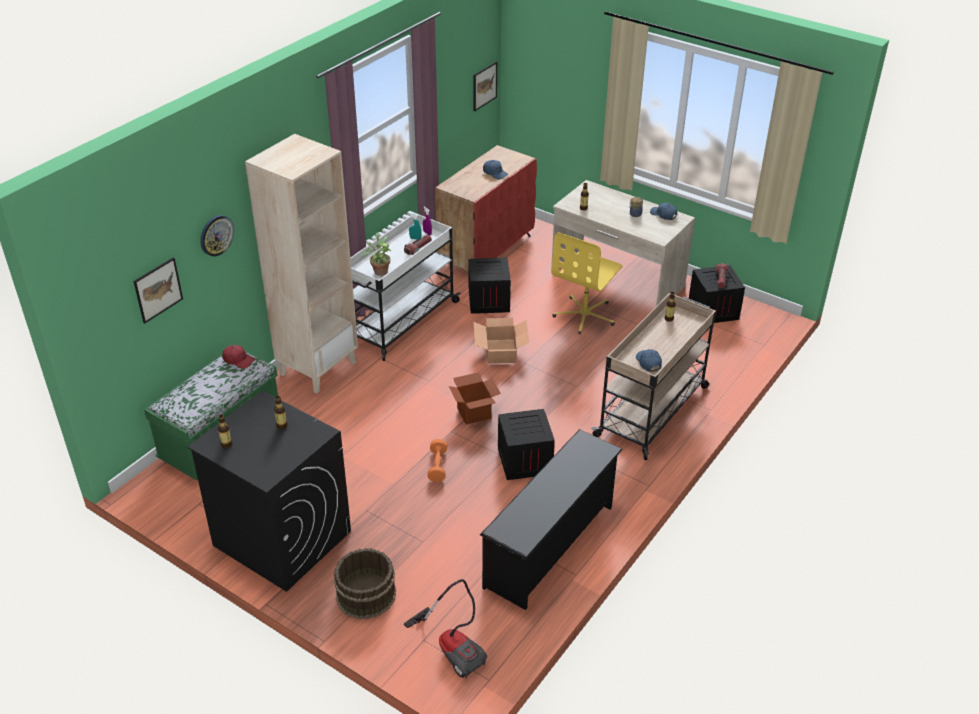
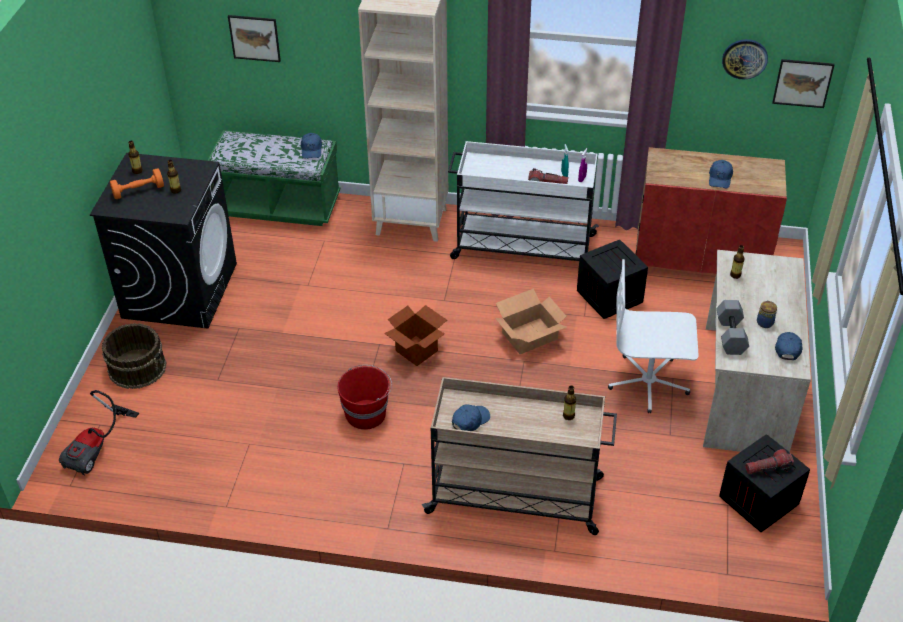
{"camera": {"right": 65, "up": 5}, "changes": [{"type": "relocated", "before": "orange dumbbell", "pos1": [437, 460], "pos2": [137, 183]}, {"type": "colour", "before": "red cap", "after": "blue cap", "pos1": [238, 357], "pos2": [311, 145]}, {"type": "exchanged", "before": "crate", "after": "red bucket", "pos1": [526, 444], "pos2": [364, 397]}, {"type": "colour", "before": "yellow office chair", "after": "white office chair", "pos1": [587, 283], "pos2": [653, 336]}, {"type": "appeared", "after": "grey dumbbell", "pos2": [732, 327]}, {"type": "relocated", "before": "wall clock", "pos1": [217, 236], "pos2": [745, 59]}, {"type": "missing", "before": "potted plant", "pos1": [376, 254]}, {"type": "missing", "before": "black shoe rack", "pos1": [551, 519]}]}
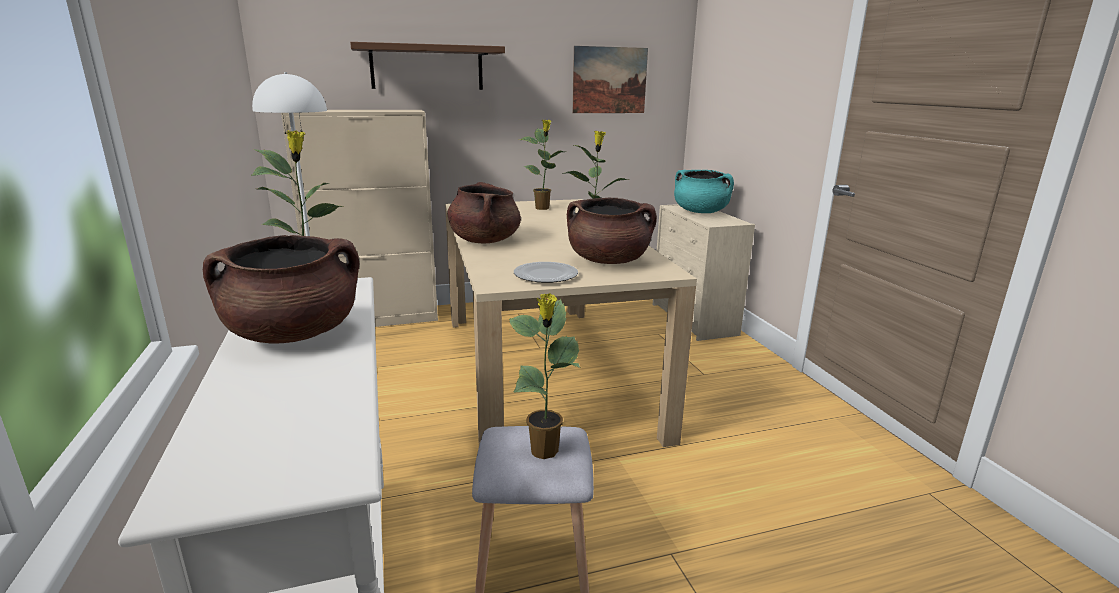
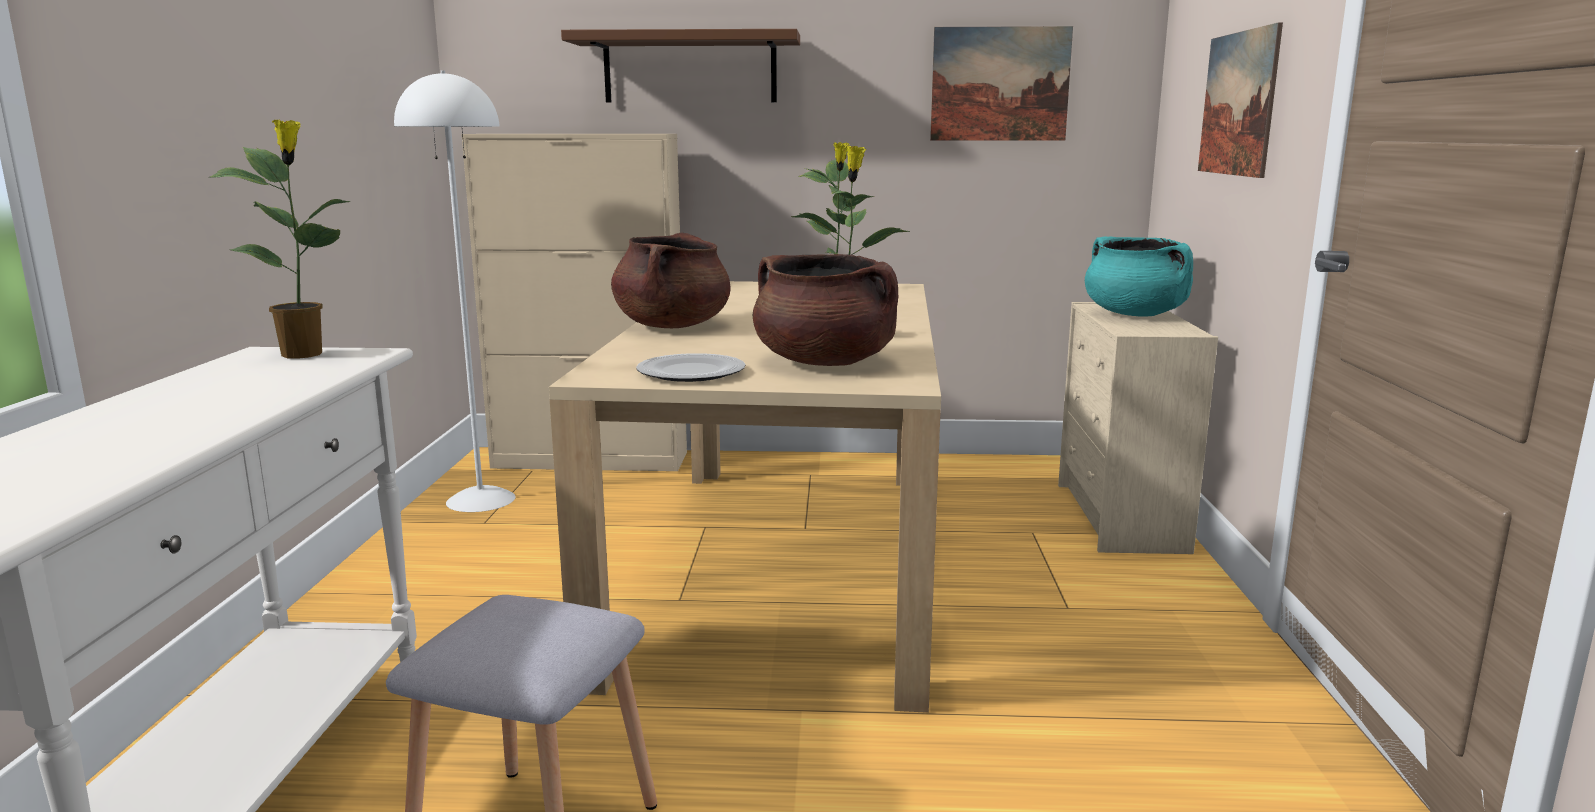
{"camera": {"right": 20, "up": -5}, "changes": [{"type": "appeared", "after": "picture", "pos2": [1240, 100]}, {"type": "missing", "before": "brown cooking pot", "pos1": [281, 289]}, {"type": "missing", "before": "potted plant", "pos1": [545, 376]}]}
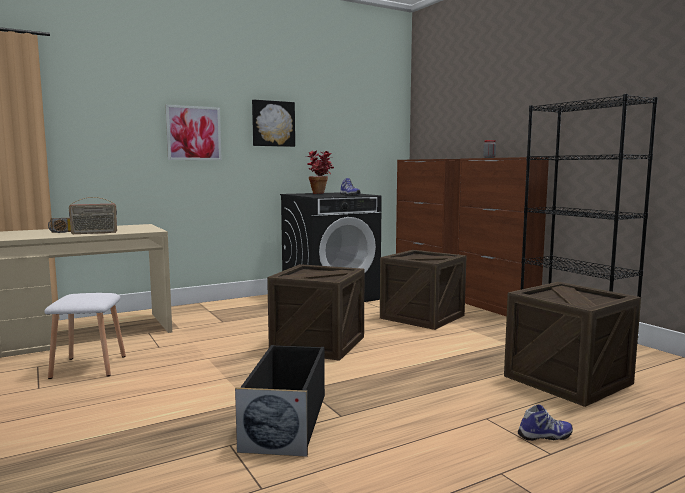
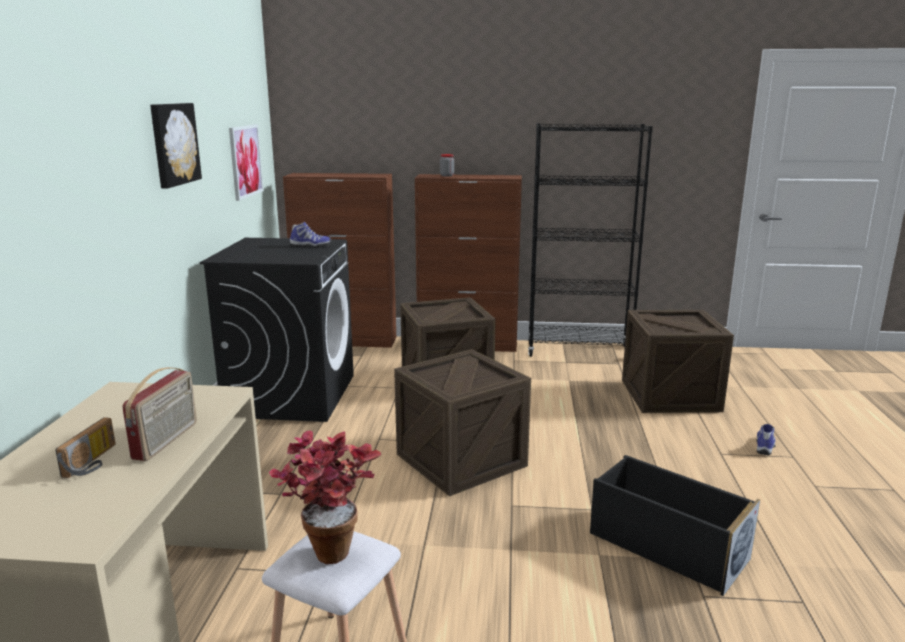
{"camera": {"right": -55, "up": 10}, "changes": [{"type": "relocated", "before": "picture", "pos1": [194, 132], "pos2": [246, 162]}, {"type": "relocated", "before": "potted plant", "pos1": [319, 172], "pos2": [325, 497]}]}
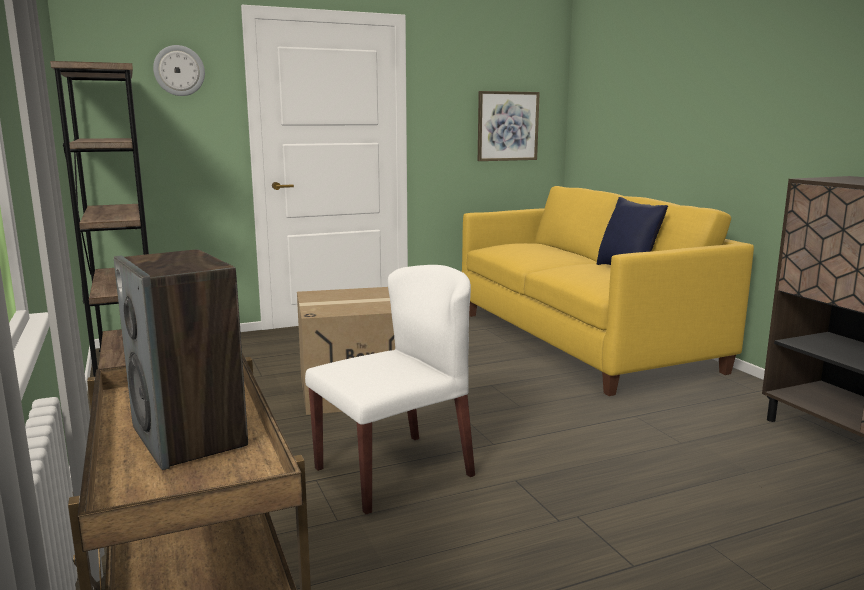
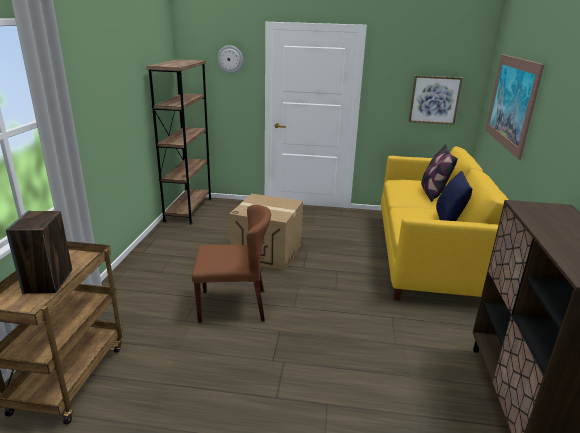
{"camera": {"right": 30, "up": 10}, "changes": [{"type": "colour", "before": "white chair", "after": "brown chair", "pos1": [390, 390], "pos2": [231, 263]}, {"type": "appeared", "after": "pillow", "pos2": [439, 173]}, {"type": "appeared", "after": "picture", "pos2": [514, 107]}]}
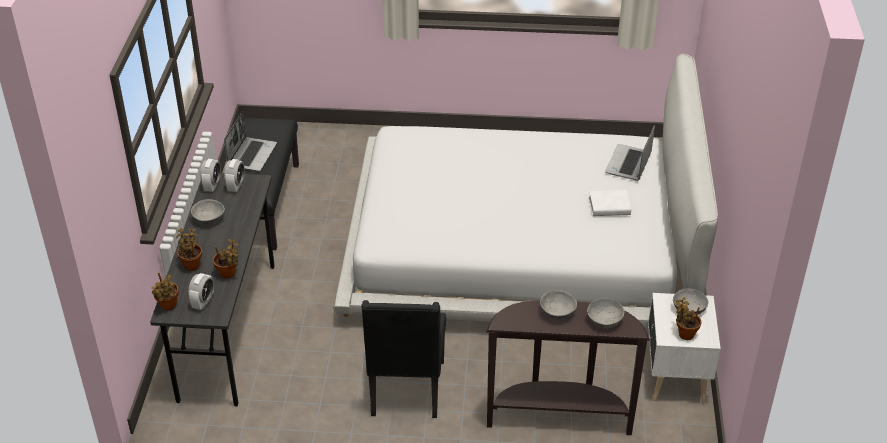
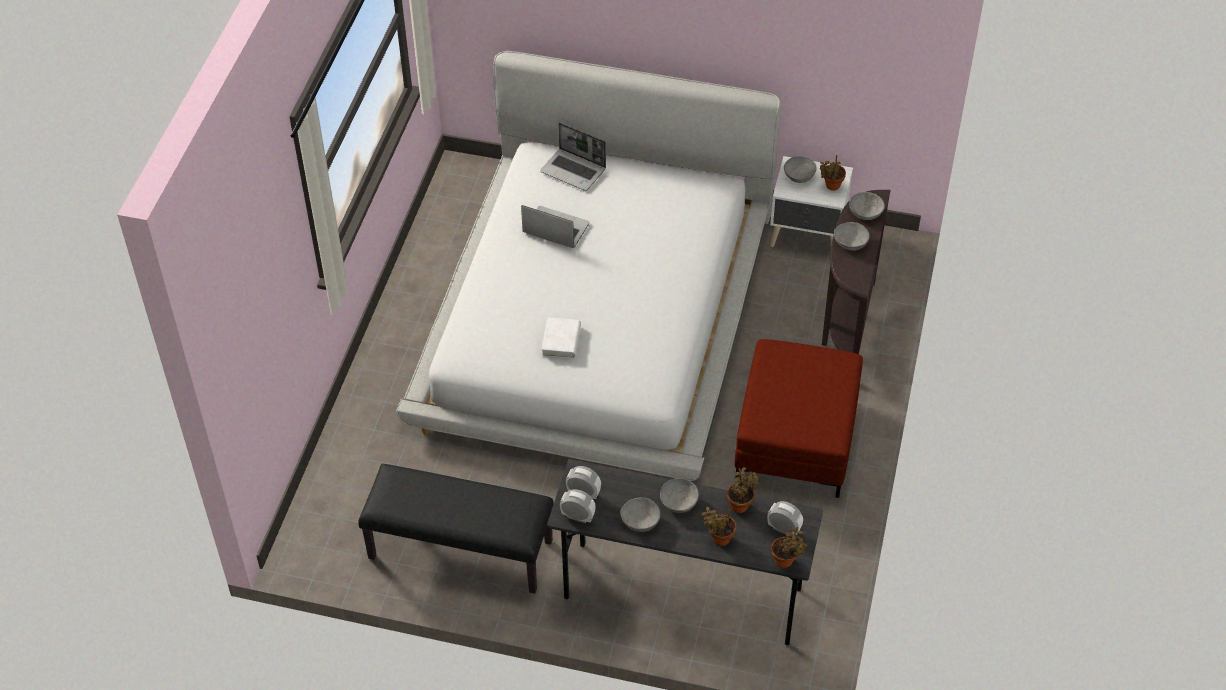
{"camera": {"right": -80, "up": 10}, "changes": [{"type": "relocated", "before": "laptop", "pos1": [250, 141], "pos2": [555, 226]}, {"type": "relocated", "before": "white book", "pos1": [610, 203], "pos2": [561, 338]}, {"type": "appeared", "after": "grey bowl", "pos2": [679, 495]}, {"type": "exchanged", "before": "black chair", "after": "red ottoman", "pos1": [403, 359], "pos2": [799, 418]}]}
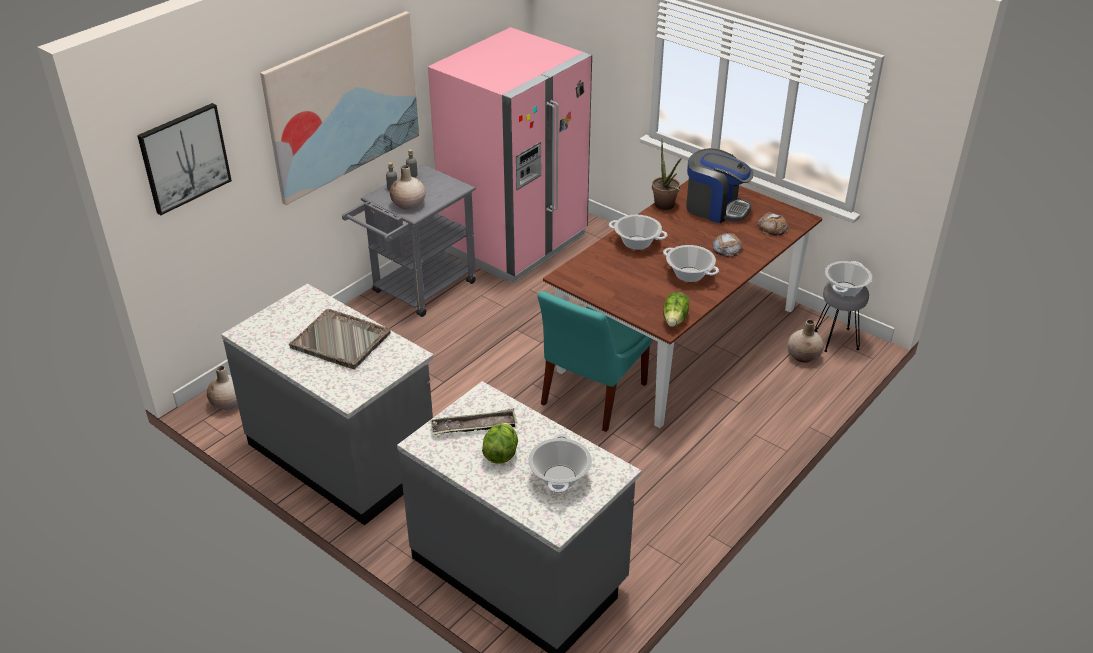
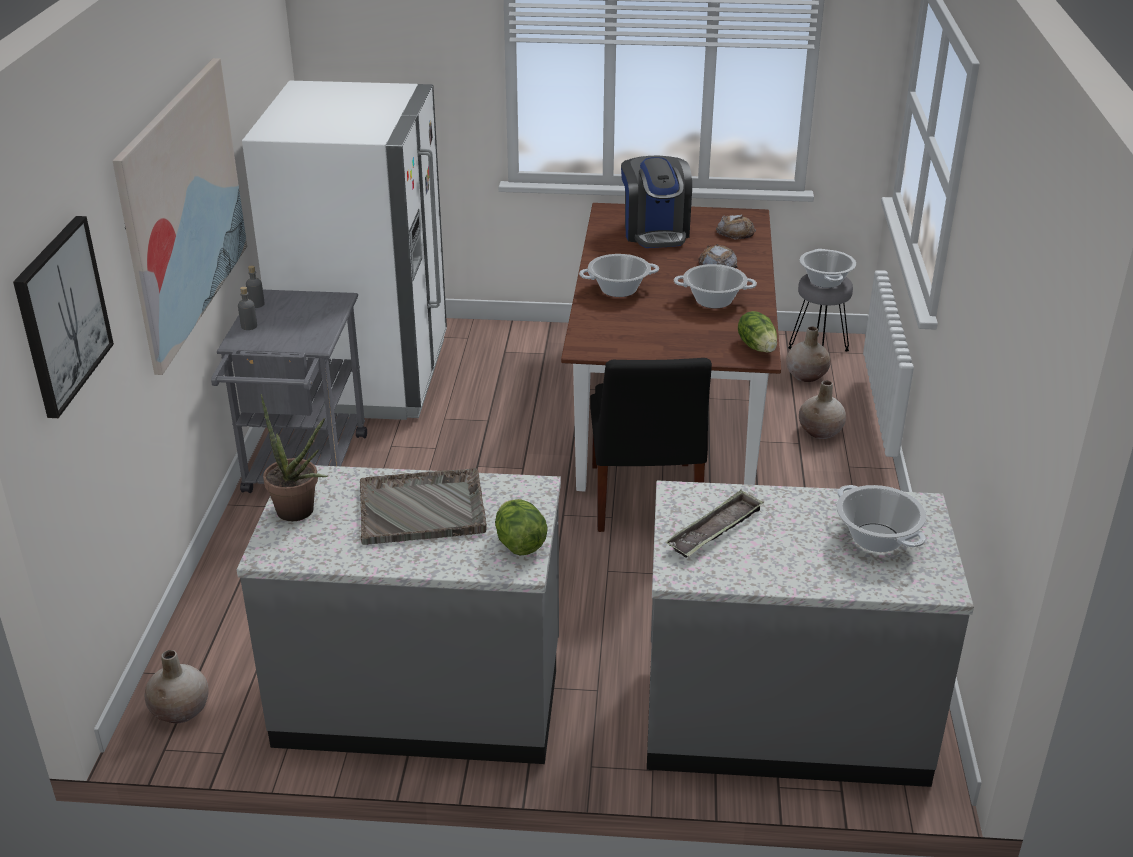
{"camera": {"right": -35, "up": -5}, "changes": [{"type": "colour", "before": "pink fridge", "after": "white fridge", "pos1": [510, 155], "pos2": [344, 250]}, {"type": "relocated", "before": "potted plant", "pos1": [667, 175], "pos2": [294, 457]}, {"type": "relocated", "before": "lettuce", "pos1": [500, 443], "pos2": [521, 527]}, {"type": "colour", "before": "turquoise chair", "after": "black chair", "pos1": [594, 361], "pos2": [651, 445]}, {"type": "spun", "before": "coffee machine", "pos1": [719, 185], "pos2": [656, 202], "turn": 90}, {"type": "relocated", "before": "beige vase", "pos1": [408, 187], "pos2": [822, 409]}]}
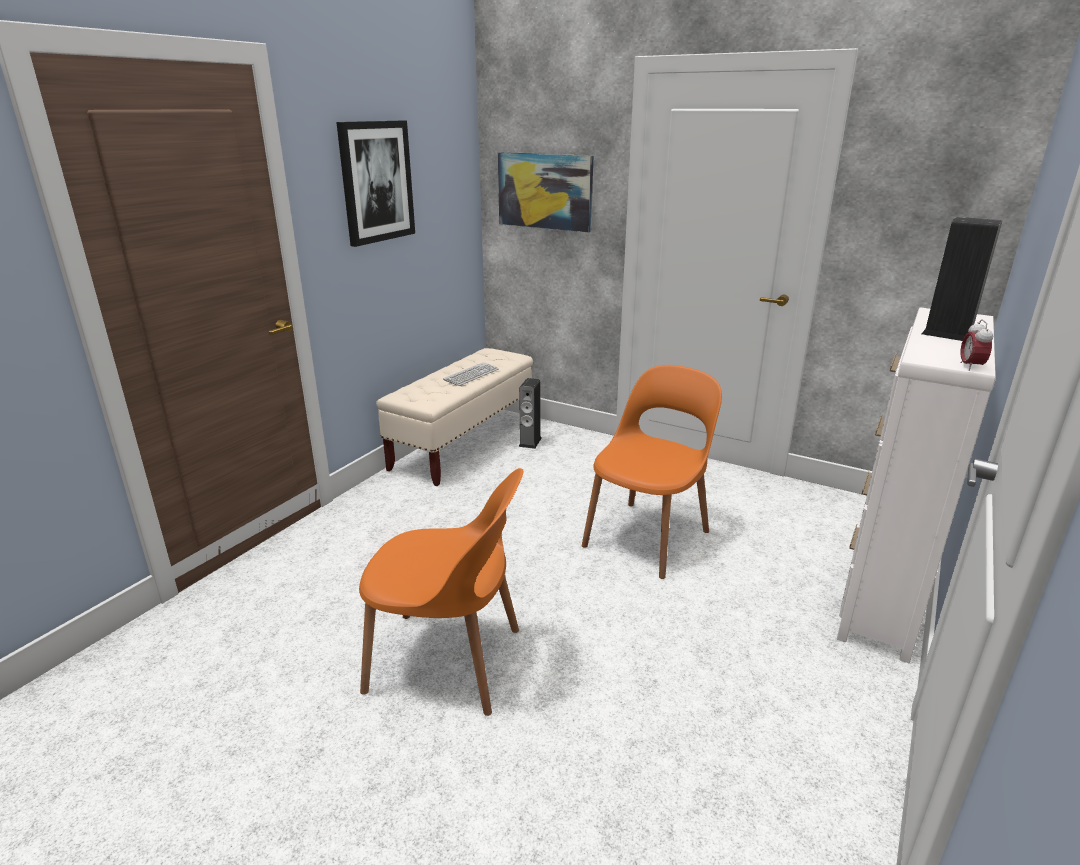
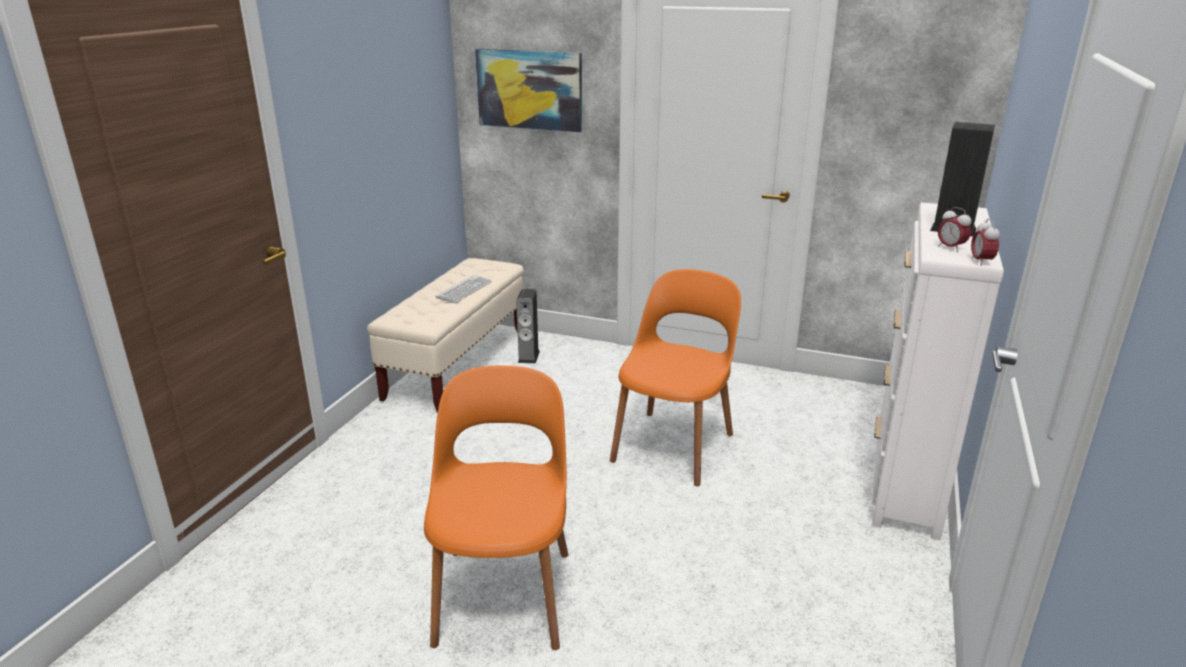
{"camera": {"right": -10, "up": 0}, "changes": [{"type": "spun", "before": "orange chair", "pos1": [441, 592], "pos2": [496, 508], "turn": -90}, {"type": "appeared", "after": "alarm clock", "pos2": [955, 229]}, {"type": "missing", "before": "picture", "pos1": [375, 184]}]}
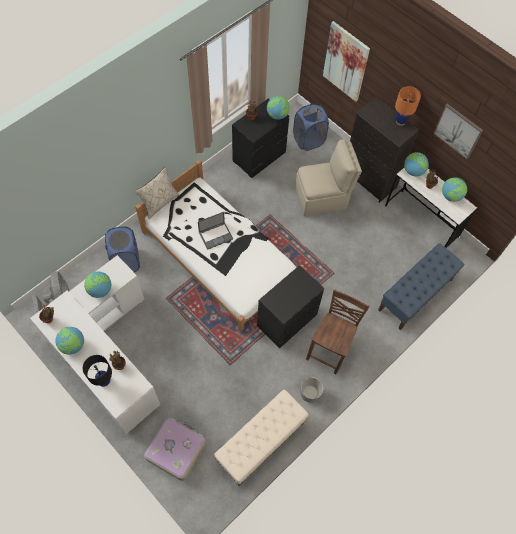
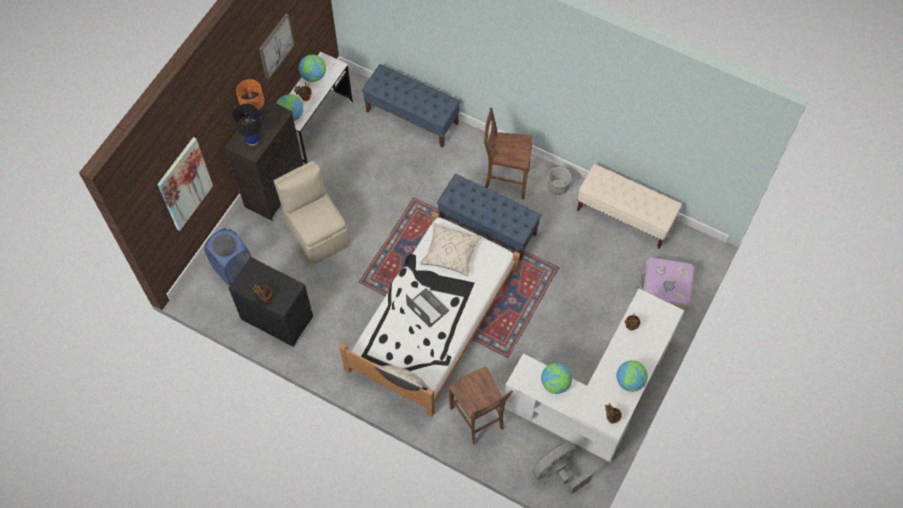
{"camera": {"right": -105, "up": 0}, "changes": [{"type": "relocated", "before": "black table lamp", "pos1": [97, 371], "pos2": [247, 125]}, {"type": "appeared", "after": "beige pillow", "pos2": [451, 249]}, {"type": "exchanged", "before": "black dresser", "after": "blue bench", "pos1": [290, 306], "pos2": [489, 217]}, {"type": "exchanged", "before": "blue laundry basket", "after": "brown chair", "pos1": [122, 249], "pos2": [481, 406]}, {"type": "missing", "before": "globe", "pos1": [278, 108]}]}
